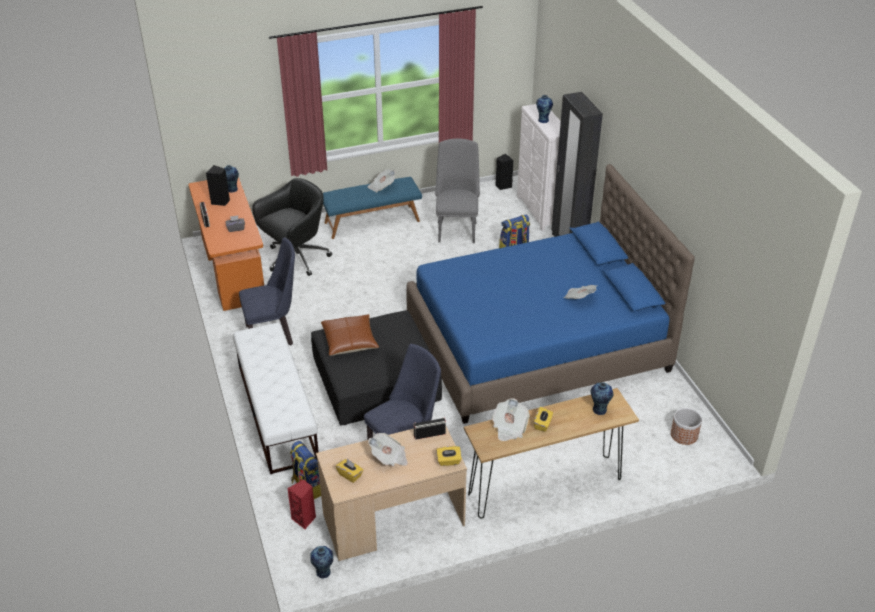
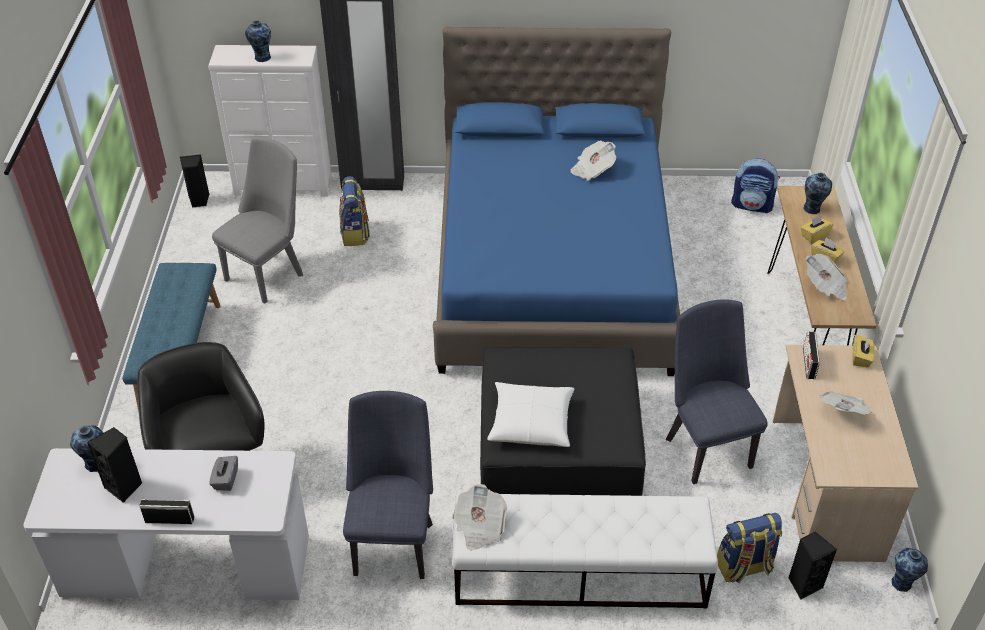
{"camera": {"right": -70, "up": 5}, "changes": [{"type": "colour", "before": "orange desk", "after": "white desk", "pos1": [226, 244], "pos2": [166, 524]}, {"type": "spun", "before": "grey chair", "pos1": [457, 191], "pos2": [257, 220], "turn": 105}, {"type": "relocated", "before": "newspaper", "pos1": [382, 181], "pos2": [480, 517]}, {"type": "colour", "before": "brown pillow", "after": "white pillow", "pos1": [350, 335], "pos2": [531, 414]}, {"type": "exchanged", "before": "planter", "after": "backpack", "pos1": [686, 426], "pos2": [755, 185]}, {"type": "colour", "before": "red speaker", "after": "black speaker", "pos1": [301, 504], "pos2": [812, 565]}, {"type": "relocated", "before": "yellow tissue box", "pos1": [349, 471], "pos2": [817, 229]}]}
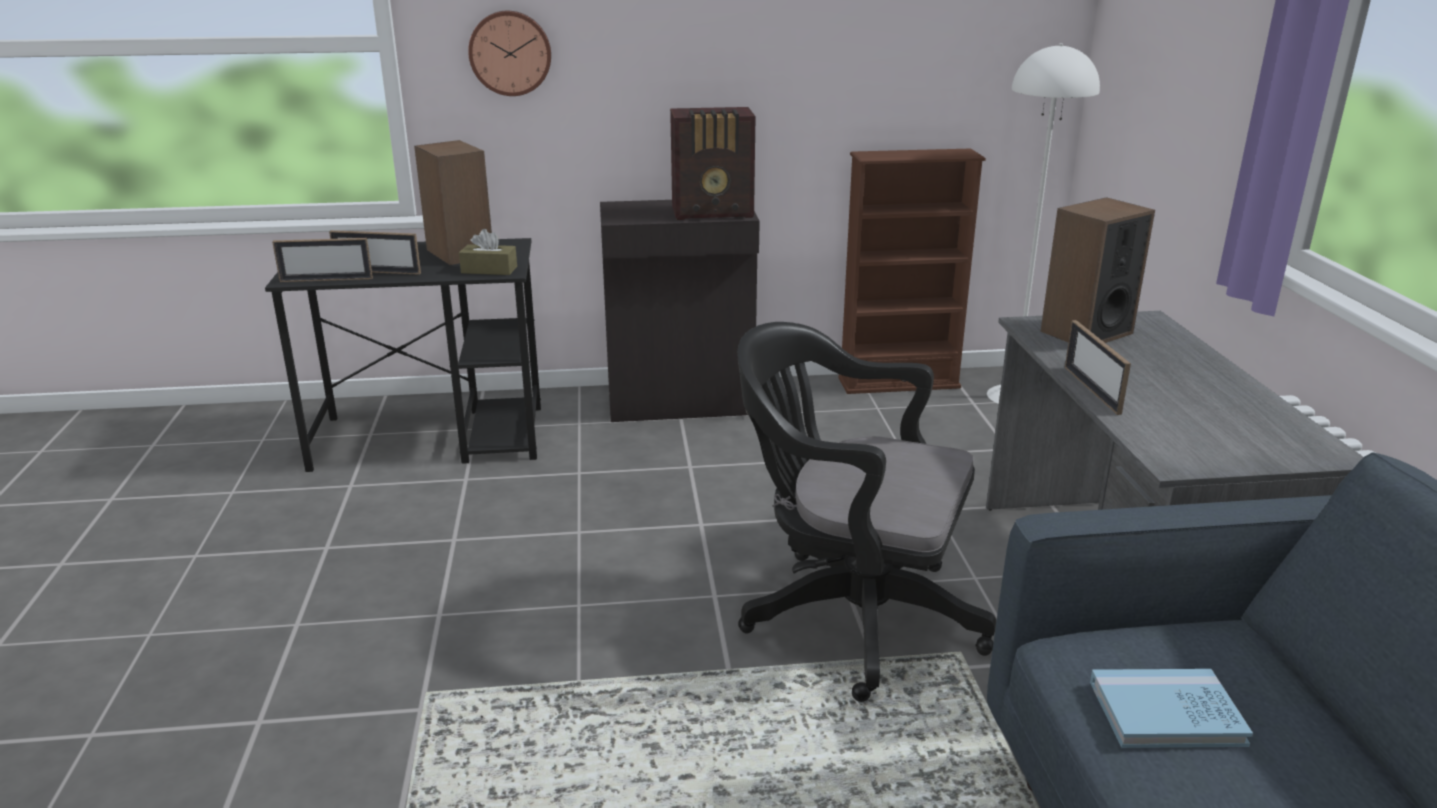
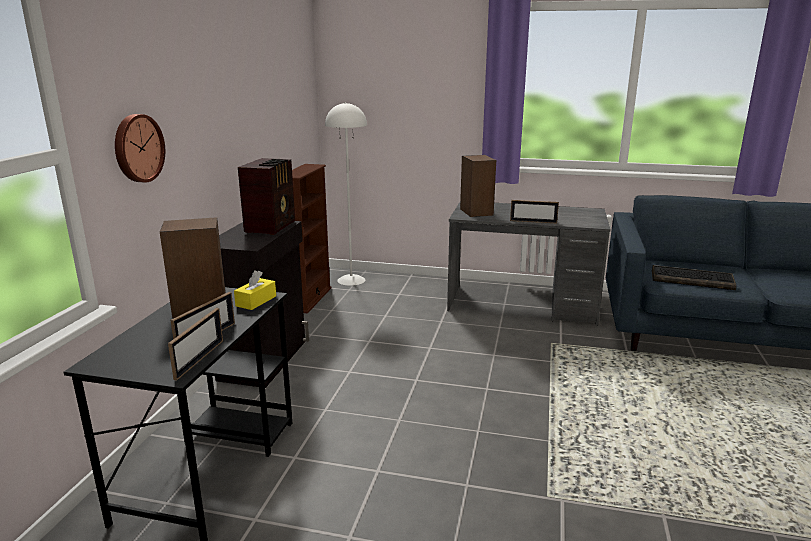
{"camera": {"right": -70, "up": -5}, "changes": [{"type": "colour", "before": "brown tissue box", "after": "yellow tissue box", "pos1": [488, 252], "pos2": [255, 290]}, {"type": "exchanged", "before": "blue book", "after": "keyboard", "pos1": [1171, 708], "pos2": [694, 277]}, {"type": "missing", "before": "black office chair", "pos1": [866, 512]}]}
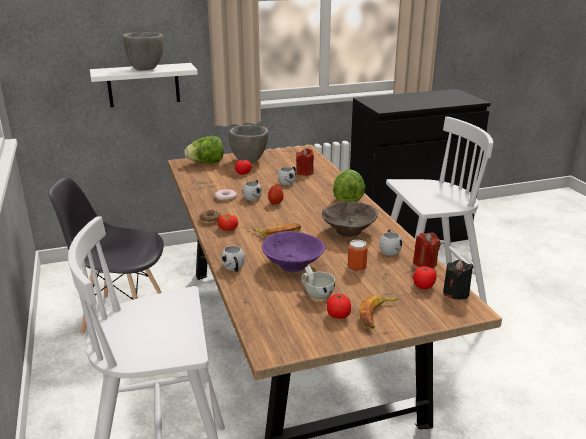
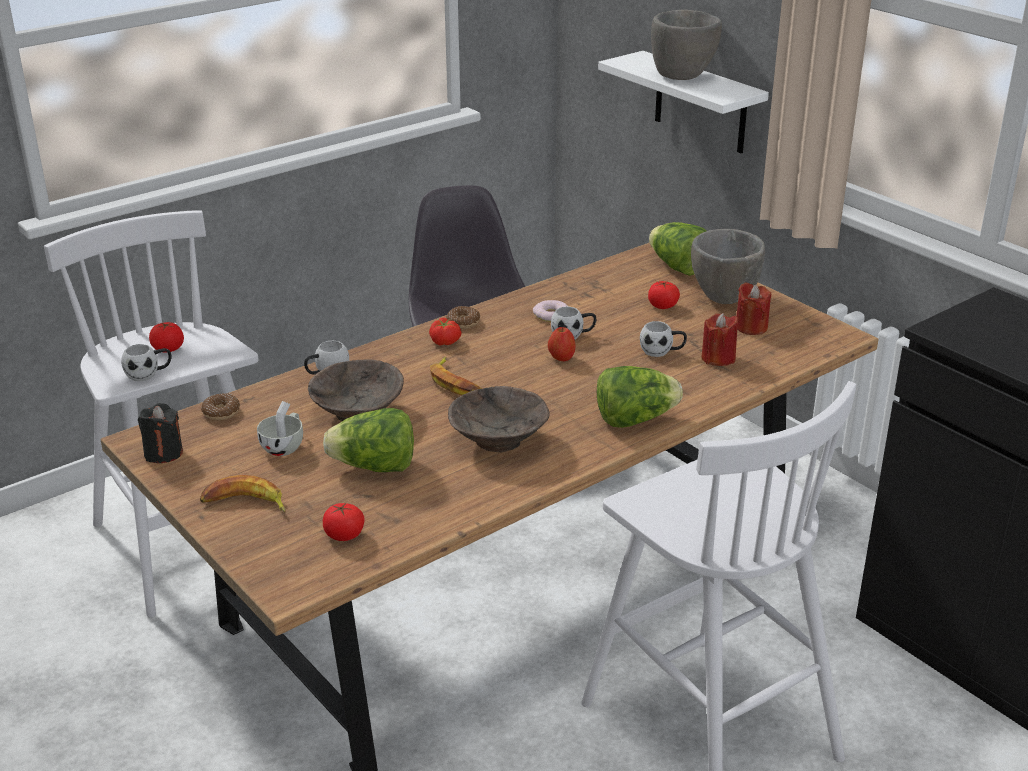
{"camera": {"right": 70, "up": 5}, "changes": [{"type": "relocated", "before": "white mug", "pos1": [390, 242], "pos2": [146, 362]}, {"type": "relocated", "before": "black candle", "pos1": [458, 280], "pos2": [160, 433]}, {"type": "relocated", "before": "tomato", "pos1": [339, 306], "pos2": [166, 337]}, {"type": "appeared", "after": "donut", "pos2": [220, 406]}, {"type": "colour", "before": "purple bowl", "after": "brown bowl", "pos1": [293, 251], "pos2": [356, 390]}, {"type": "exchanged", "before": "can", "after": "lettuce", "pos1": [358, 256], "pos2": [368, 440]}, {"type": "relocated", "before": "red candle", "pos1": [426, 250], "pos2": [753, 308]}]}
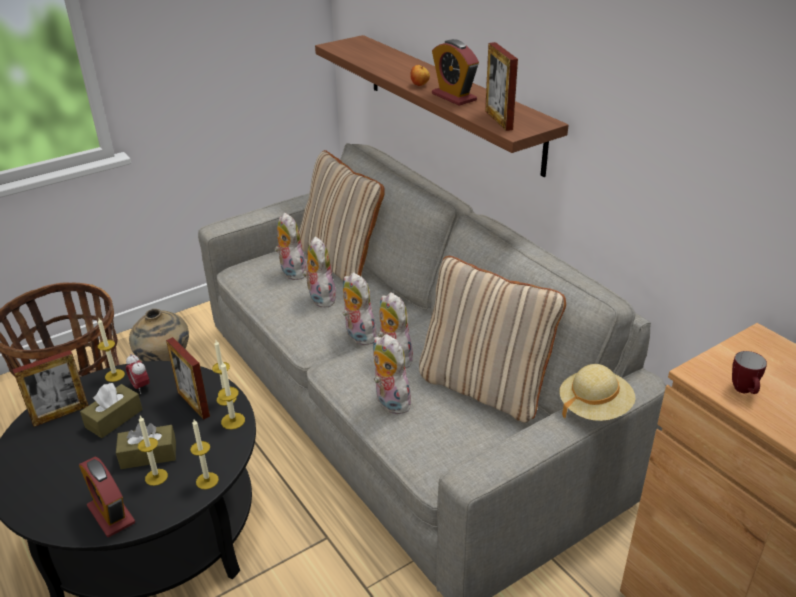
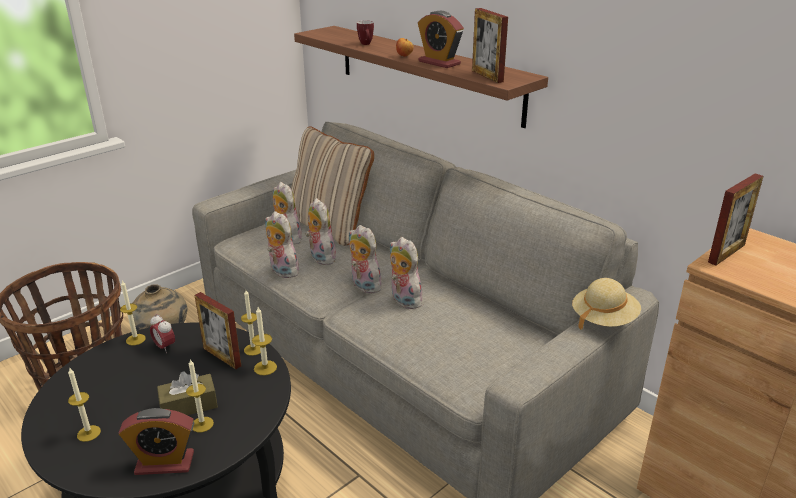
{"camera": {"right": -10, "up": -5}, "changes": [{"type": "relocated", "before": "candle", "pos1": [204, 454], "pos2": [84, 404]}, {"type": "spun", "before": "alarm clock", "pos1": [107, 497], "pos2": [156, 441], "turn": -45}, {"type": "relocated", "before": "plush toy", "pos1": [393, 374], "pos2": [282, 244]}, {"type": "relocated", "before": "mug", "pos1": [749, 372], "pos2": [365, 33]}, {"type": "relocated", "before": "picture frame", "pos1": [50, 388], "pos2": [735, 219]}, {"type": "missing", "before": "brown tissue box", "pos1": [111, 410]}, {"type": "missing", "before": "beige pillow", "pos1": [492, 339]}]}
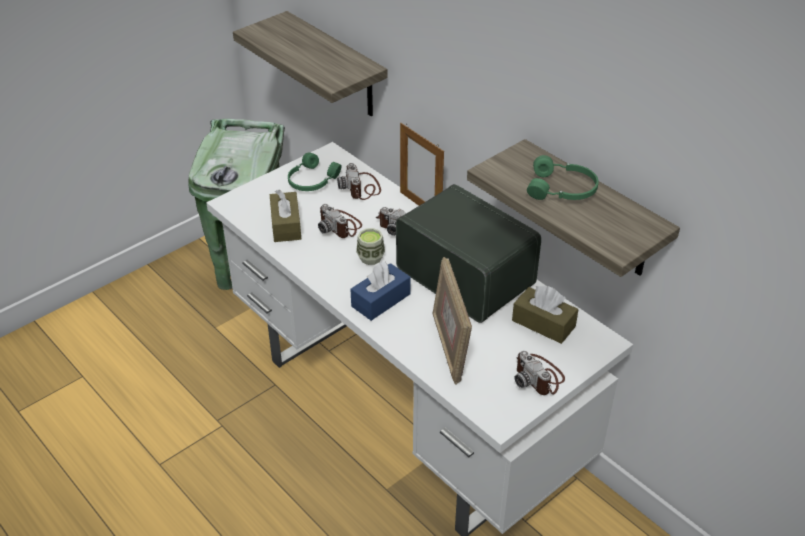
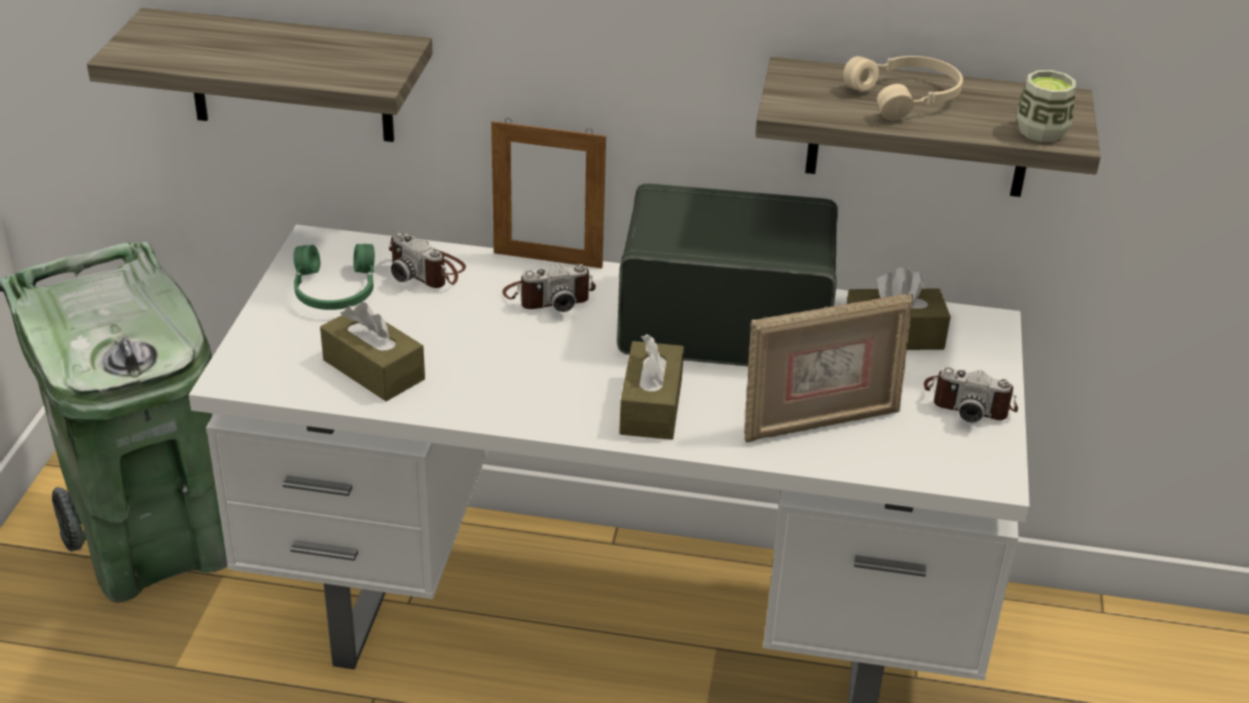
{"camera": {"right": -40, "up": -5}, "changes": [{"type": "colour", "before": "blue tissue box", "after": "brown tissue box", "pos1": [380, 291], "pos2": [651, 387]}, {"type": "spun", "before": "picture frame", "pos1": [452, 321], "pos2": [828, 368], "turn": -60}, {"type": "colour", "before": "green headphones", "after": "beige headphones", "pos1": [563, 177], "pos2": [903, 88]}, {"type": "relocated", "before": "cup", "pos1": [370, 246], "pos2": [1046, 106]}, {"type": "missing", "before": "photo camera", "pos1": [340, 221]}]}
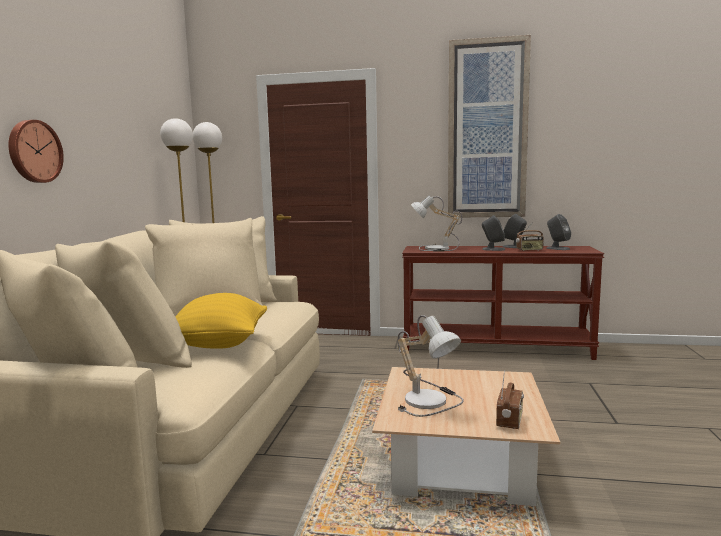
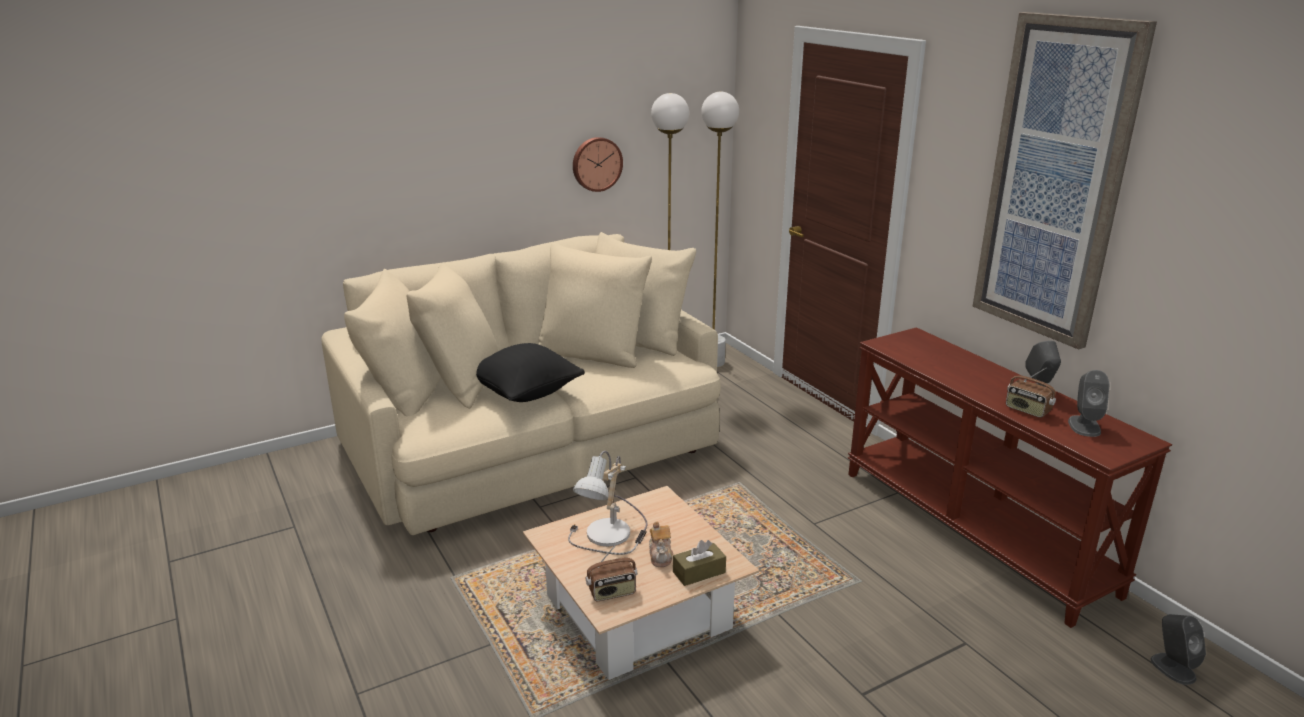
{"camera": {"right": 50, "up": 15}, "changes": [{"type": "colour", "before": "yellow pillow", "after": "black pillow", "pos1": [221, 321], "pos2": [530, 372]}, {"type": "relocated", "before": "wall clock", "pos1": [36, 151], "pos2": [598, 164]}, {"type": "appeared", "after": "teapot", "pos2": [661, 544]}, {"type": "appeared", "after": "brown tissue box", "pos2": [699, 563]}, {"type": "relocated", "before": "grey speaker", "pos1": [494, 233], "pos2": [1178, 649]}, {"type": "missing", "before": "table lamp", "pos1": [436, 223]}]}
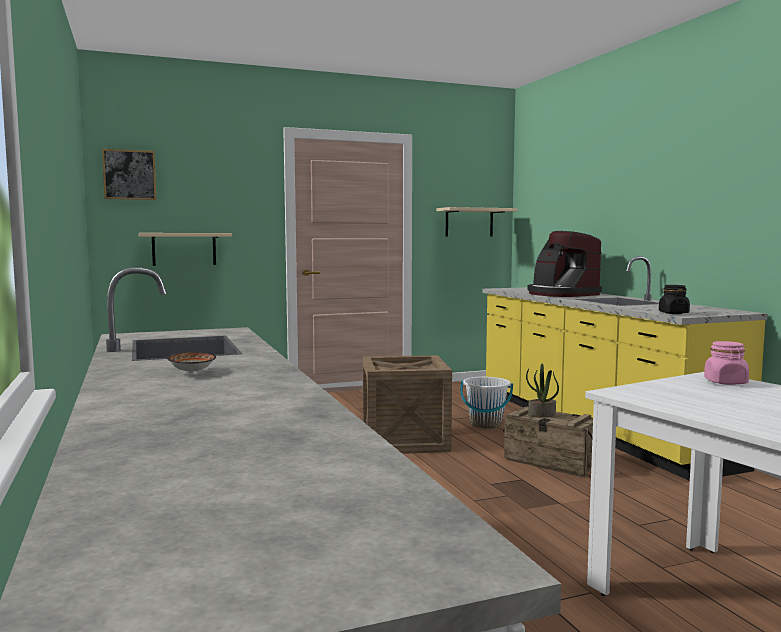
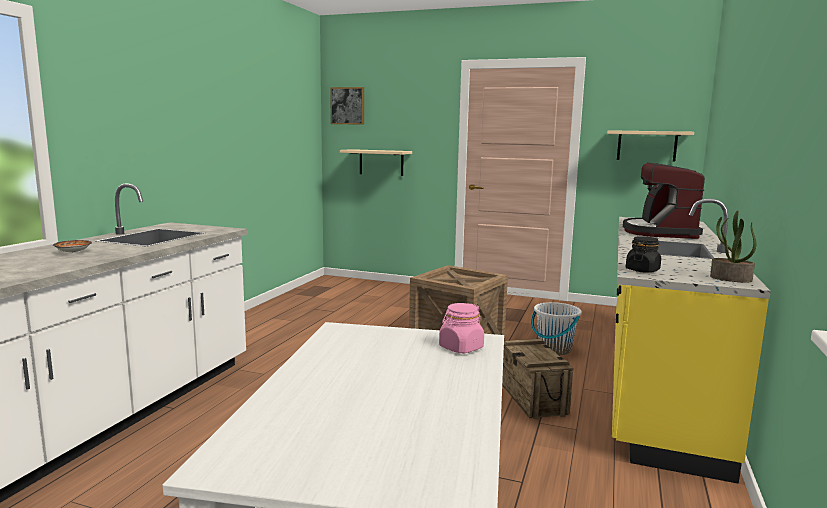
{"camera": {"right": 40, "up": 5}, "changes": [{"type": "relocated", "before": "potted plant", "pos1": [542, 390], "pos2": [733, 246]}]}
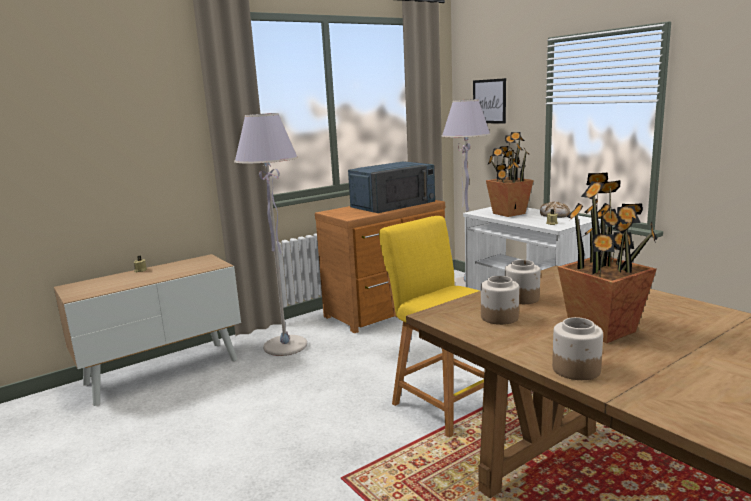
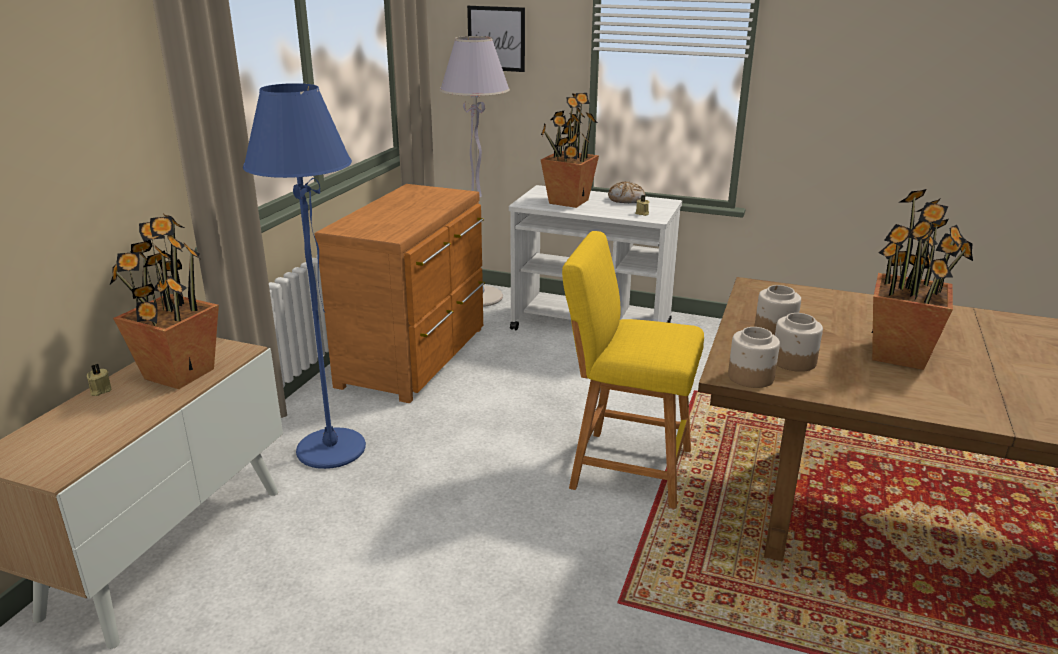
{"camera": {"right": -35, "up": 10}, "changes": [{"type": "appeared", "after": "potted plant", "pos2": [164, 301]}, {"type": "colour", "before": "grey floor lamp", "after": "blue floor lamp", "pos1": [270, 234], "pos2": [304, 276]}, {"type": "relocated", "before": "jar", "pos1": [577, 348], "pos2": [754, 357]}, {"type": "missing", "before": "blue microwave", "pos1": [391, 187]}]}
